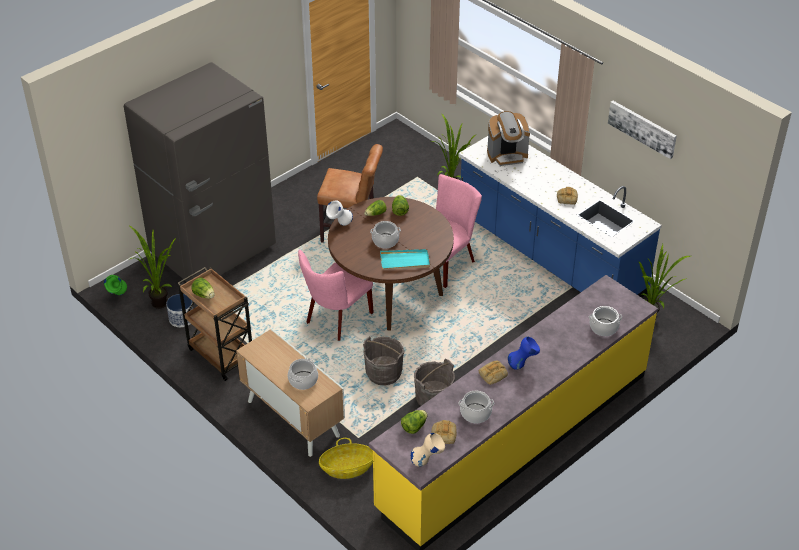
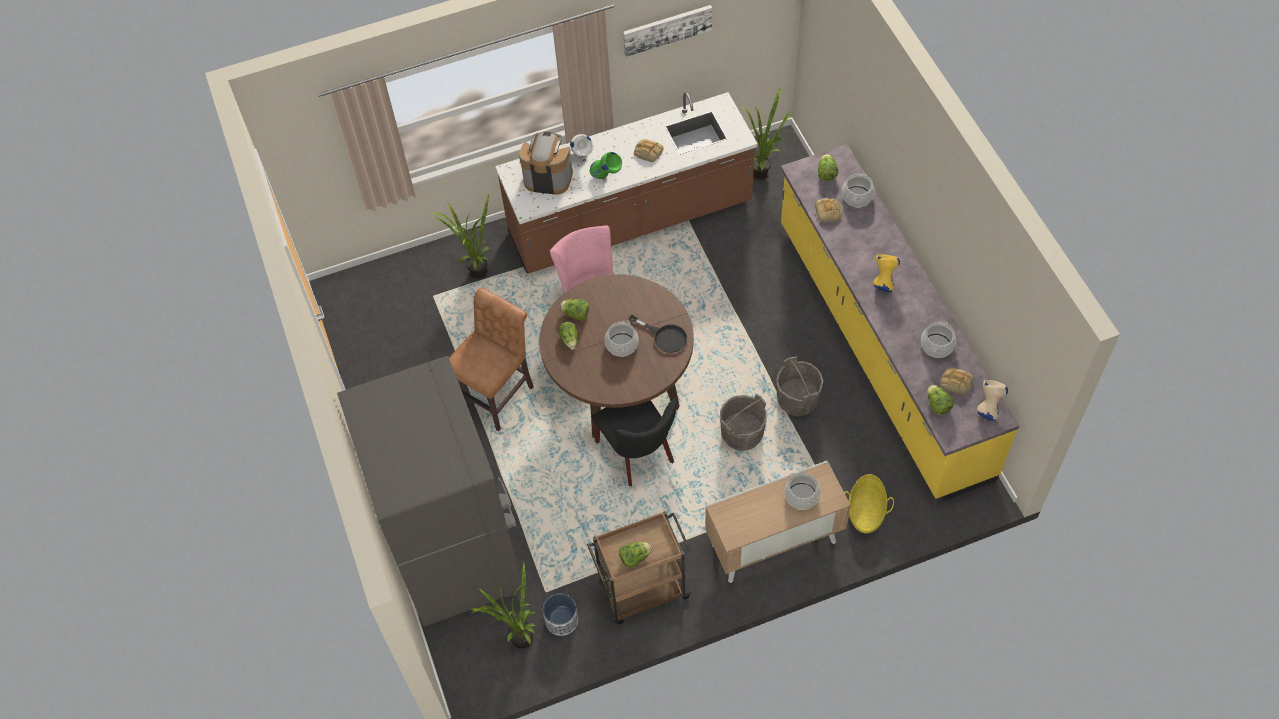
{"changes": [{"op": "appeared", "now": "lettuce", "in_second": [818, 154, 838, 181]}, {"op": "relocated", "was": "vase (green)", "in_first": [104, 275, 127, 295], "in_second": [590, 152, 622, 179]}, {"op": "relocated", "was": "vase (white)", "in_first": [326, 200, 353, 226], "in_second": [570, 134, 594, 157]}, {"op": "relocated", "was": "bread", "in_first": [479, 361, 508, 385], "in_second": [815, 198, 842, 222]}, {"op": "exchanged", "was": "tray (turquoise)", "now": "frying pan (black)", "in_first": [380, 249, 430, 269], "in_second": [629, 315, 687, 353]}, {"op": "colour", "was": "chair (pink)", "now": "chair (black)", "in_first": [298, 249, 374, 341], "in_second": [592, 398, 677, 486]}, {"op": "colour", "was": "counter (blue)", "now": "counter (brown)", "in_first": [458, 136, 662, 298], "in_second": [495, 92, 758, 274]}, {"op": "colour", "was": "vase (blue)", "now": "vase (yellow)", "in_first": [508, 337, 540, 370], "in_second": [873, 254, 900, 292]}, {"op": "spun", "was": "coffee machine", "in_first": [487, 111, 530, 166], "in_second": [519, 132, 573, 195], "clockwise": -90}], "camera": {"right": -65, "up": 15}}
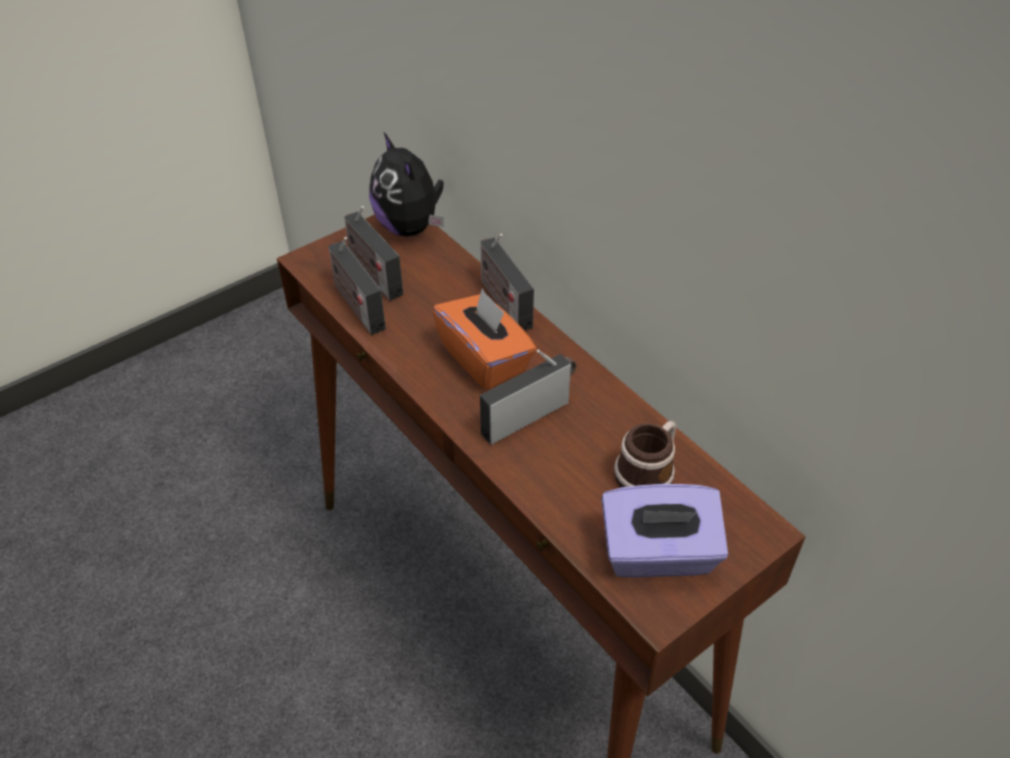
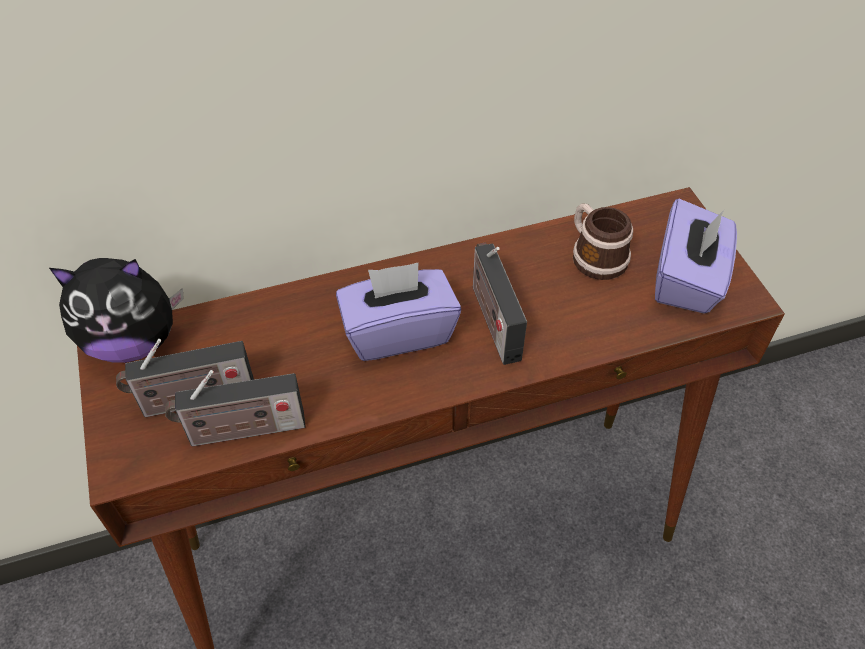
{"changes": [{"op": "missing", "was": "radio", "in_first": [480, 234, 534, 331]}, {"op": "colour", "was": "tissue box (orange)", "now": "tissue box (purple)", "in_first": [433, 288, 536, 391], "in_second": [336, 263, 461, 361]}], "camera": {"right": -70, "up": 5}}
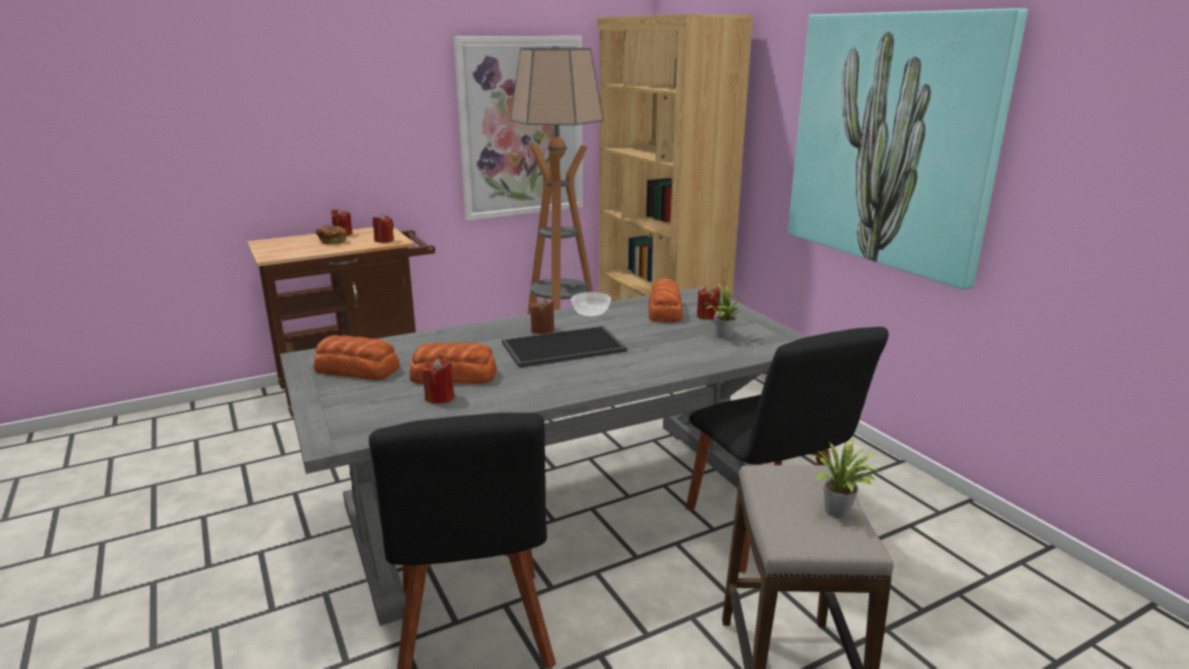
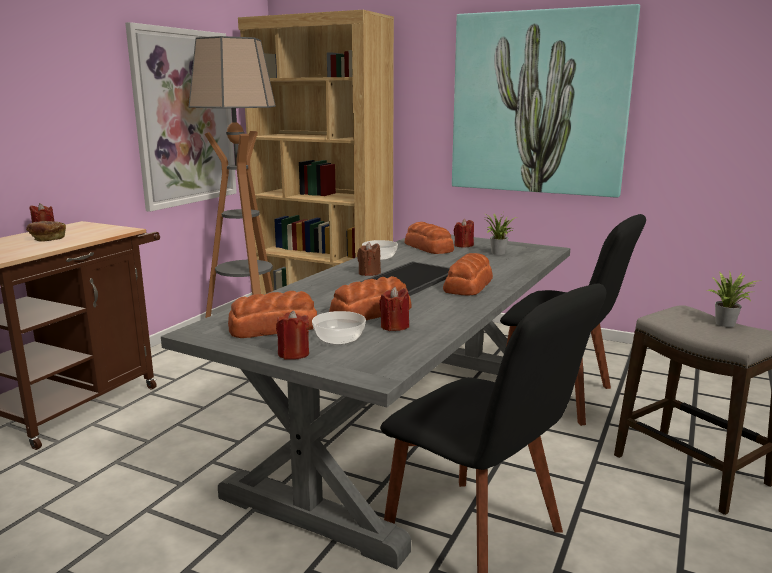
{"changes": [{"op": "appeared", "now": "bowl", "in_second": [312, 311, 366, 345]}, {"op": "appeared", "now": "bread", "in_second": [443, 253, 493, 296]}, {"op": "relocated", "was": "candle (red)", "in_first": [373, 214, 394, 243], "in_second": [276, 310, 309, 360]}], "camera": {"right": -35, "up": -5}}
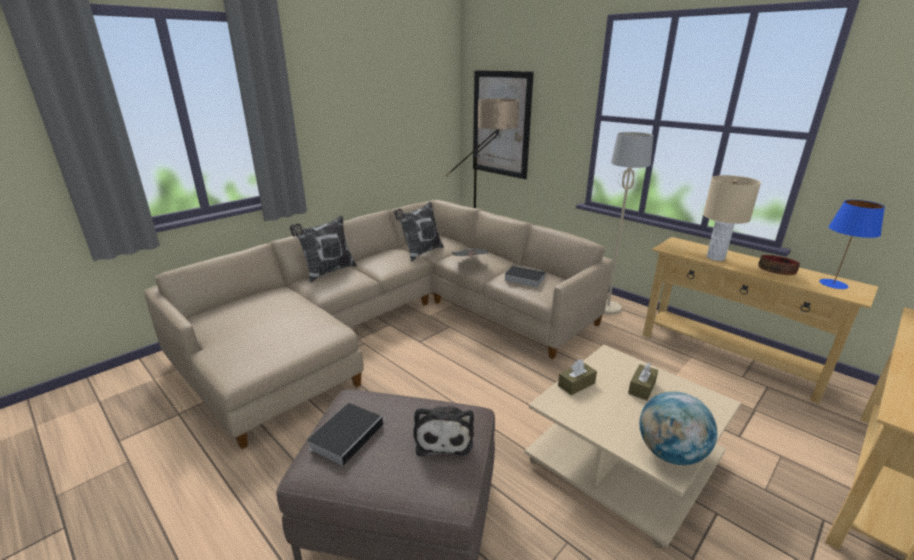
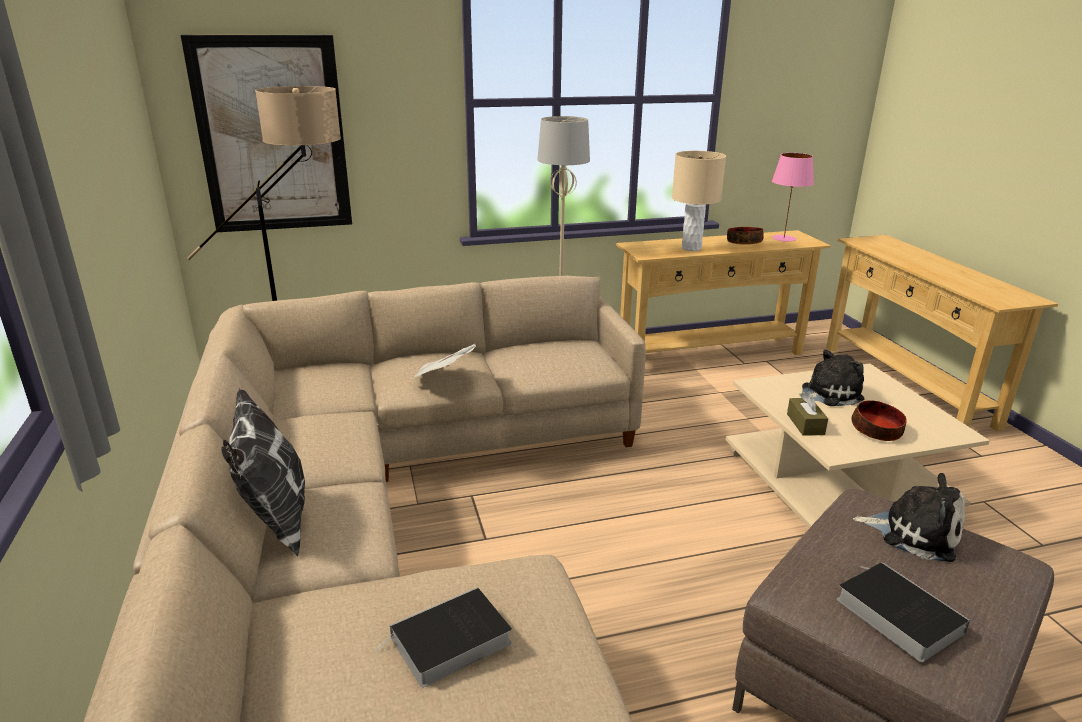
{"changes": [{"op": "missing", "was": "pillow", "in_first": [394, 201, 444, 262]}, {"op": "missing", "was": "globe", "in_first": [639, 391, 717, 465]}, {"op": "appeared", "now": "bowl", "in_second": [852, 401, 907, 441]}, {"op": "relocated", "was": "book", "in_first": [504, 266, 545, 287], "in_second": [375, 587, 512, 687]}, {"op": "exchanged", "was": "tissue box (brown)", "now": "plush toy", "in_first": [628, 363, 658, 400], "in_second": [802, 349, 864, 406]}, {"op": "colour", "was": "table lamp (blue)", "now": "table lamp (pink)", "in_first": [819, 200, 885, 289], "in_second": [772, 153, 814, 242]}], "camera": {"right": -60, "up": 0}}
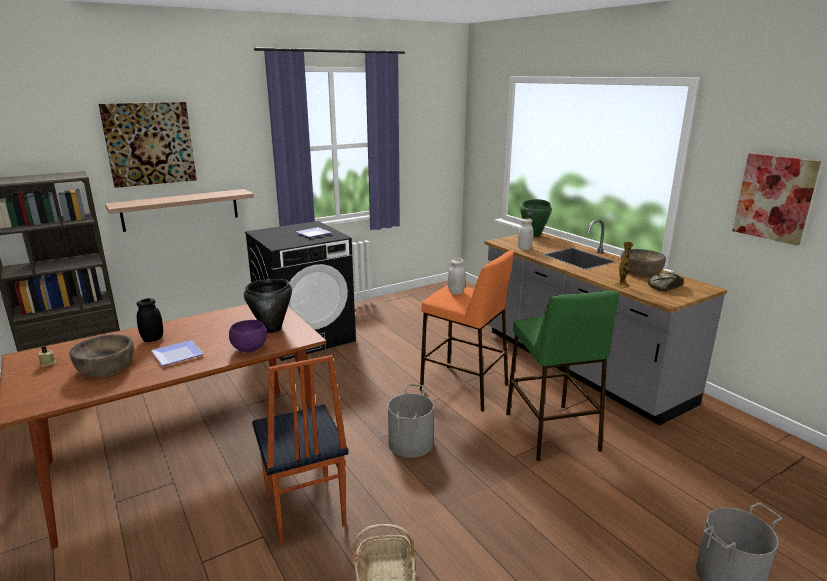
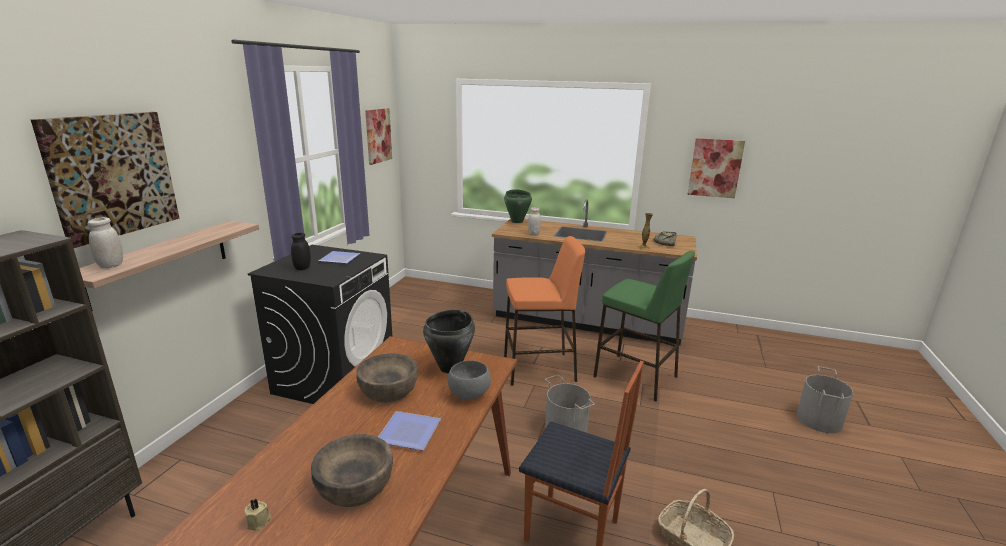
{"changes": [{"op": "appeared", "now": "picture", "in_second": [365, 108, 392, 165]}, {"op": "relocated", "was": "jar (black)", "in_first": [137, 298, 163, 342], "in_second": [291, 233, 311, 270]}, {"op": "relocated", "was": "jar (white)", "in_first": [448, 259, 466, 295], "in_second": [88, 217, 123, 269]}, {"op": "relocated", "was": "bowl (brown)", "in_first": [621, 249, 666, 277], "in_second": [356, 353, 418, 403]}, {"op": "colour", "was": "bowl (purple)", "now": "bowl (grey)", "in_first": [229, 320, 268, 352], "in_second": [448, 360, 491, 400]}], "camera": {"right": -40, "up": 0}}
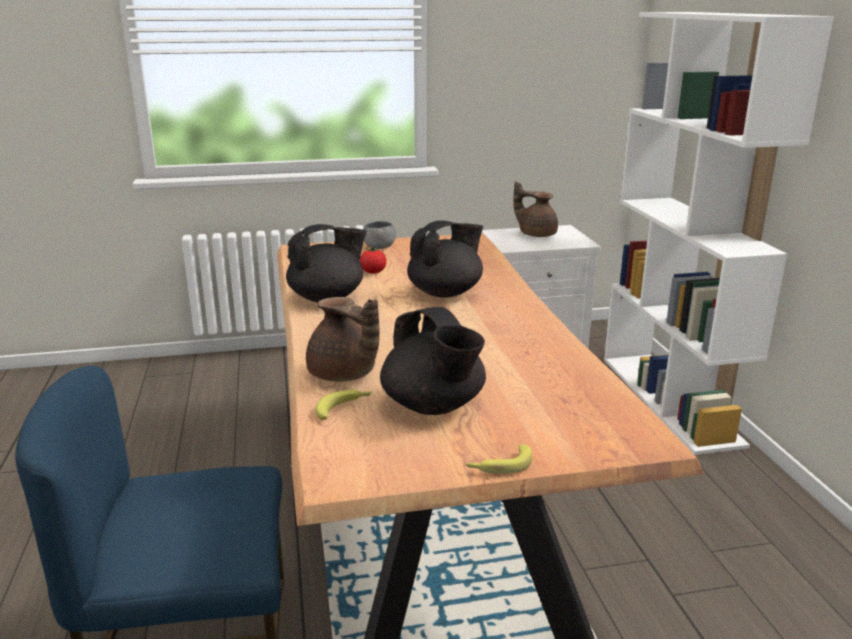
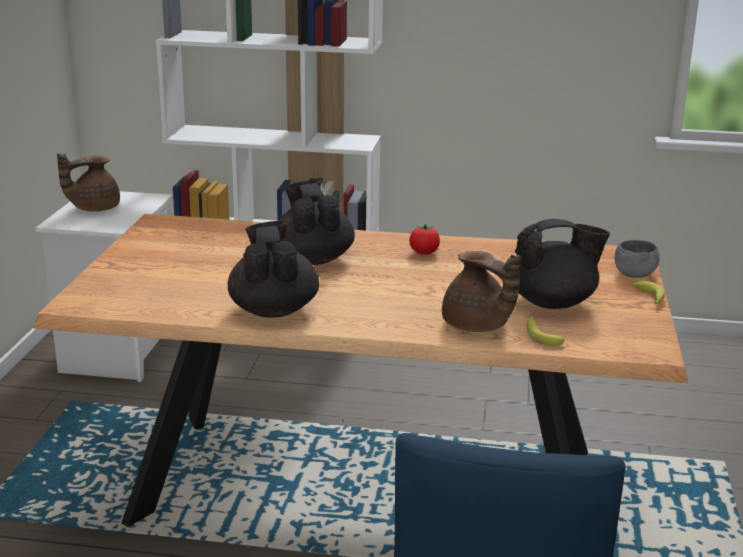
{"changes": [{"op": "relocated", "was": "tomato", "in_first": [360, 246, 387, 274], "in_second": [409, 224, 440, 255]}, {"op": "relocated", "was": "bowl (grey)", "in_first": [363, 221, 396, 249], "in_second": [615, 240, 660, 278]}, {"op": "spun", "was": "teapot (brown)", "in_first": [306, 297, 380, 382], "in_second": [442, 251, 521, 332], "clockwise": 75}], "camera": {"right": -70, "up": 0}}
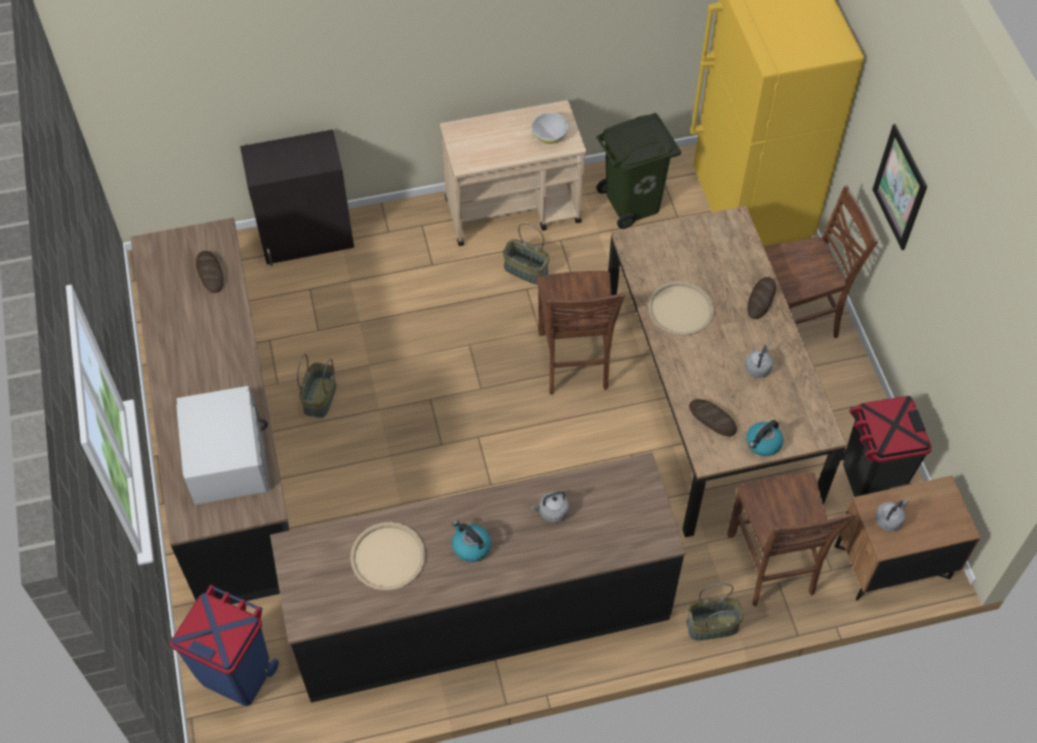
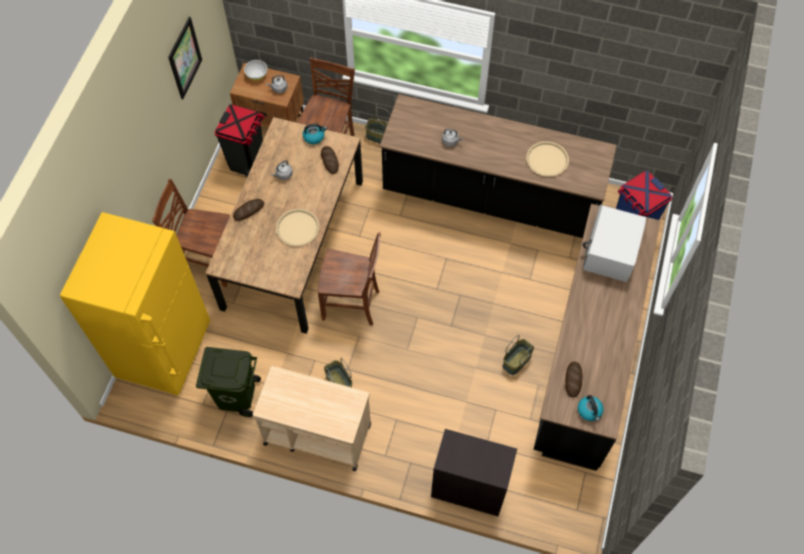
{"changes": [{"op": "relocated", "was": "kettle", "in_first": [452, 520, 491, 562], "in_second": [578, 395, 604, 421]}, {"op": "relocated", "was": "bowl (white)", "in_first": [532, 113, 568, 144], "in_second": [244, 60, 267, 81]}, {"op": "relocated", "was": "picture", "in_first": [872, 124, 927, 250], "in_second": [168, 17, 202, 99]}, {"op": "spun", "was": "chair (brown)", "in_first": [537, 271, 625, 395], "in_second": [318, 232, 381, 326], "clockwise": 75}], "camera": {"right": -150, "up": 5}}
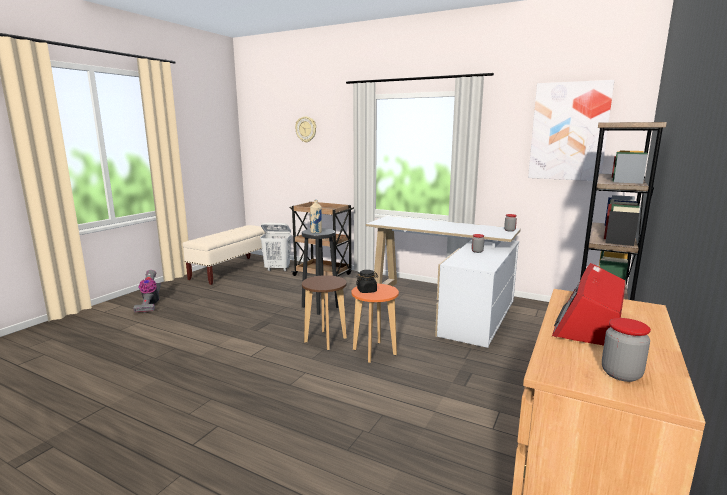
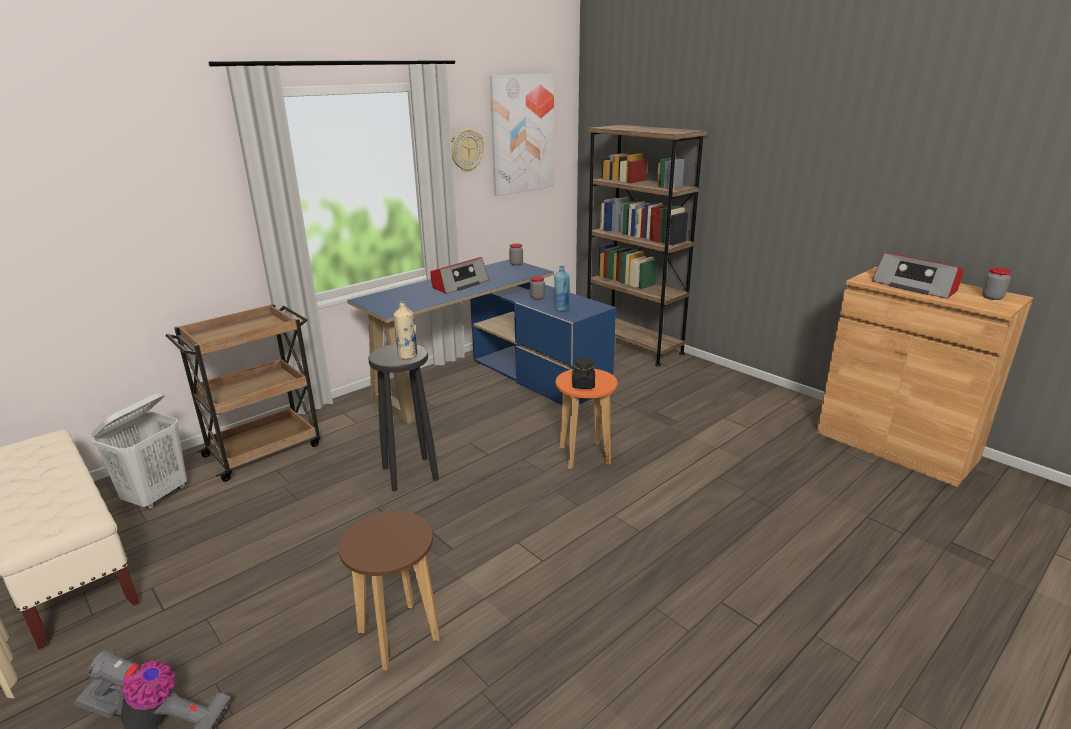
{"changes": [{"op": "appeared", "now": "radio", "in_second": [430, 257, 489, 294]}, {"op": "appeared", "now": "bottle (blue)", "in_second": [554, 266, 570, 311]}, {"op": "relocated", "was": "wall clock", "in_first": [295, 117, 316, 143], "in_second": [451, 129, 484, 172]}, {"op": "relocated", "was": "stool (brown)", "in_first": [302, 275, 347, 350], "in_second": [338, 511, 440, 670]}, {"op": "colour", "was": "desk (white)", "now": "desk (blue)", "in_first": [366, 216, 521, 348], "in_second": [347, 260, 616, 424]}], "camera": {"right": -70, "up": 10}}
